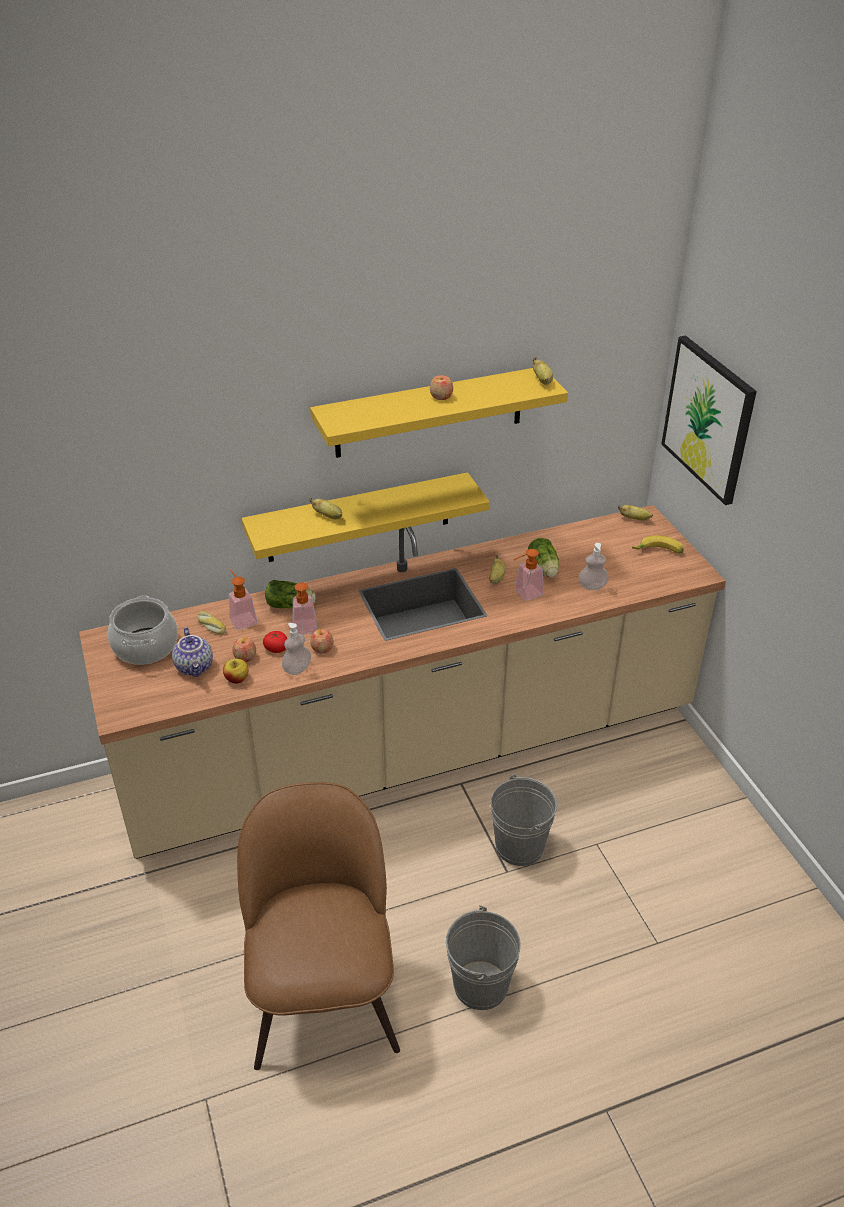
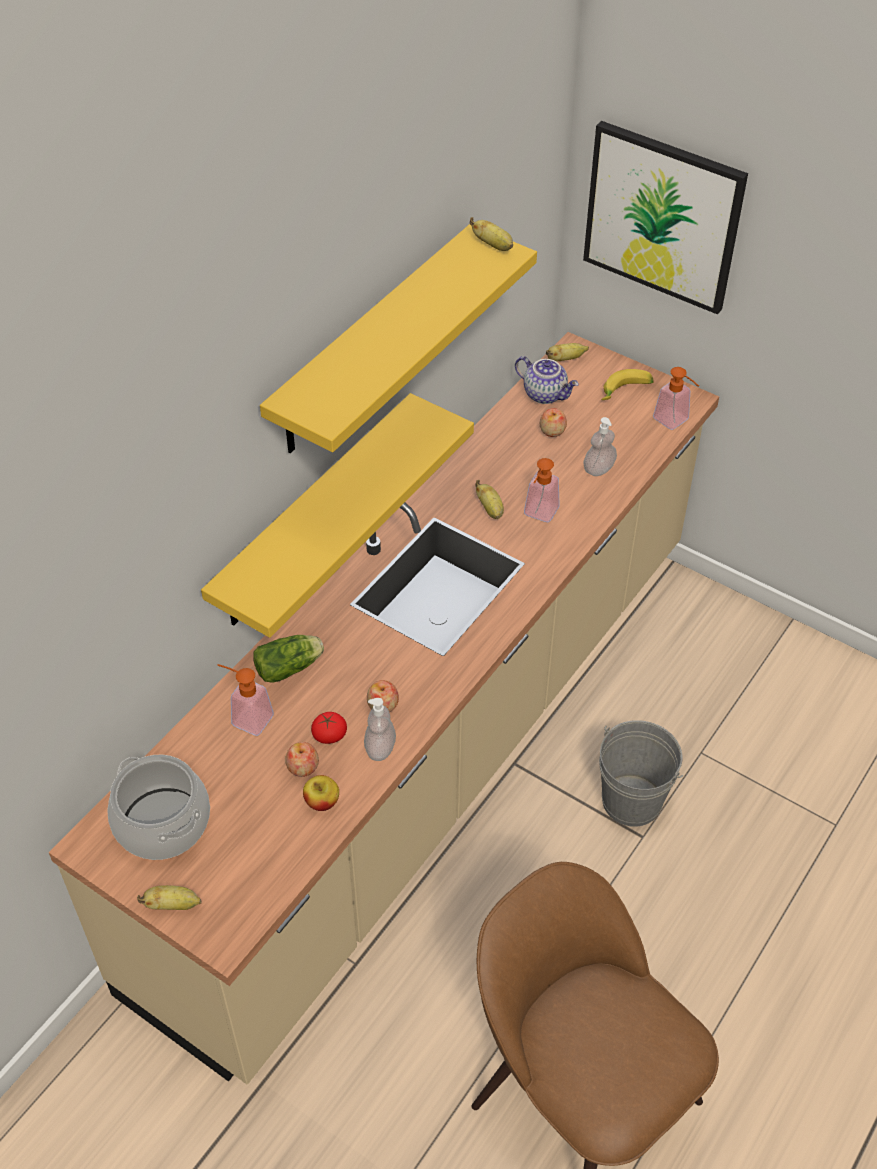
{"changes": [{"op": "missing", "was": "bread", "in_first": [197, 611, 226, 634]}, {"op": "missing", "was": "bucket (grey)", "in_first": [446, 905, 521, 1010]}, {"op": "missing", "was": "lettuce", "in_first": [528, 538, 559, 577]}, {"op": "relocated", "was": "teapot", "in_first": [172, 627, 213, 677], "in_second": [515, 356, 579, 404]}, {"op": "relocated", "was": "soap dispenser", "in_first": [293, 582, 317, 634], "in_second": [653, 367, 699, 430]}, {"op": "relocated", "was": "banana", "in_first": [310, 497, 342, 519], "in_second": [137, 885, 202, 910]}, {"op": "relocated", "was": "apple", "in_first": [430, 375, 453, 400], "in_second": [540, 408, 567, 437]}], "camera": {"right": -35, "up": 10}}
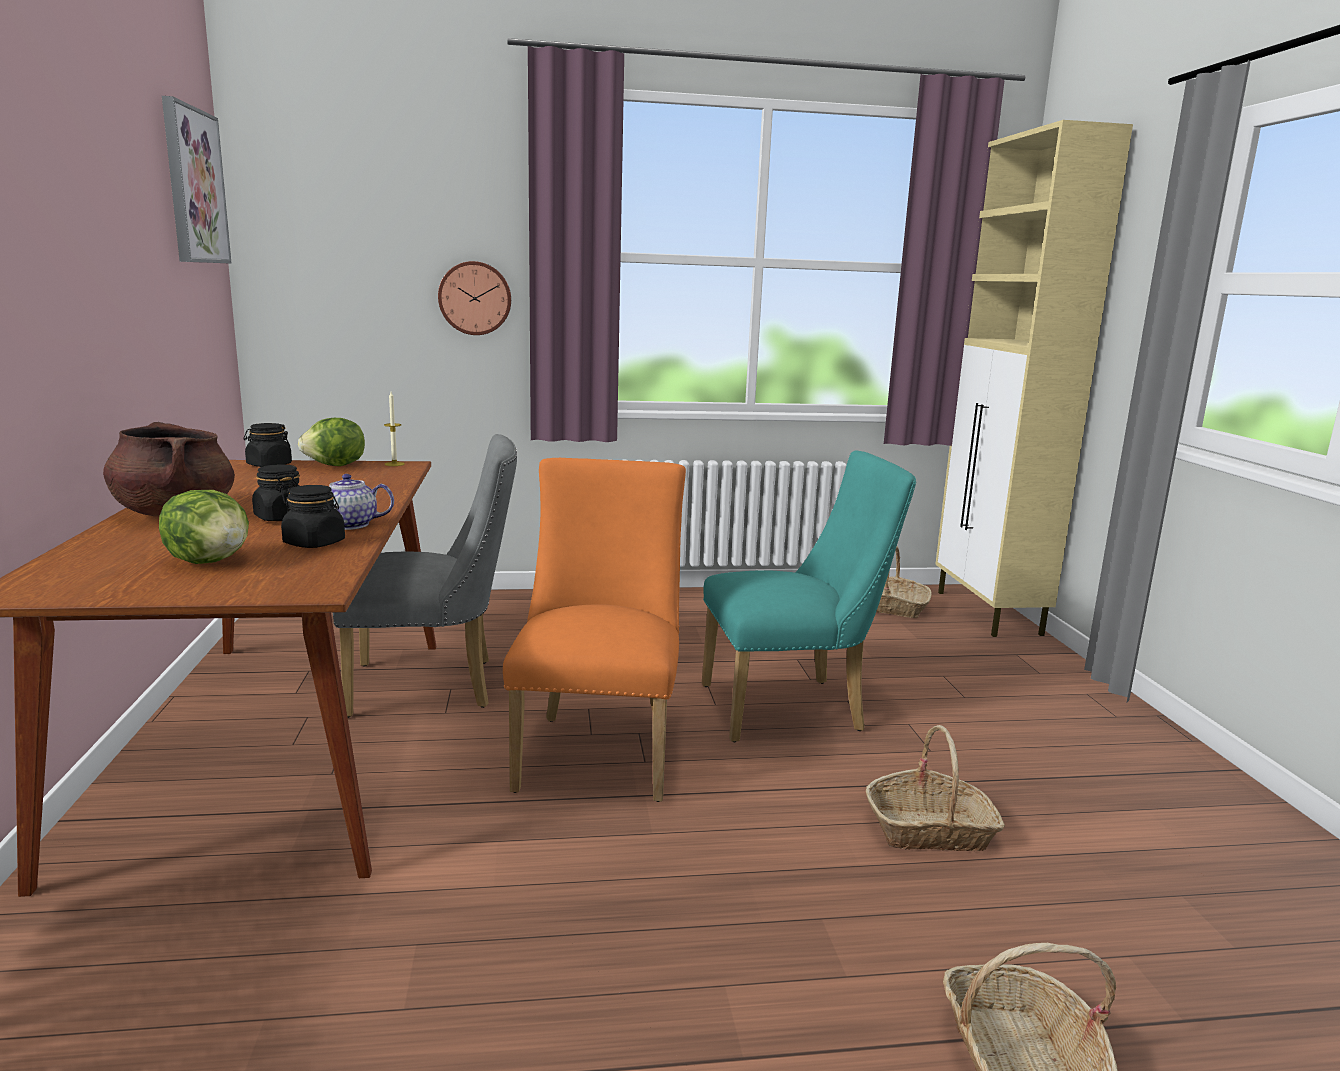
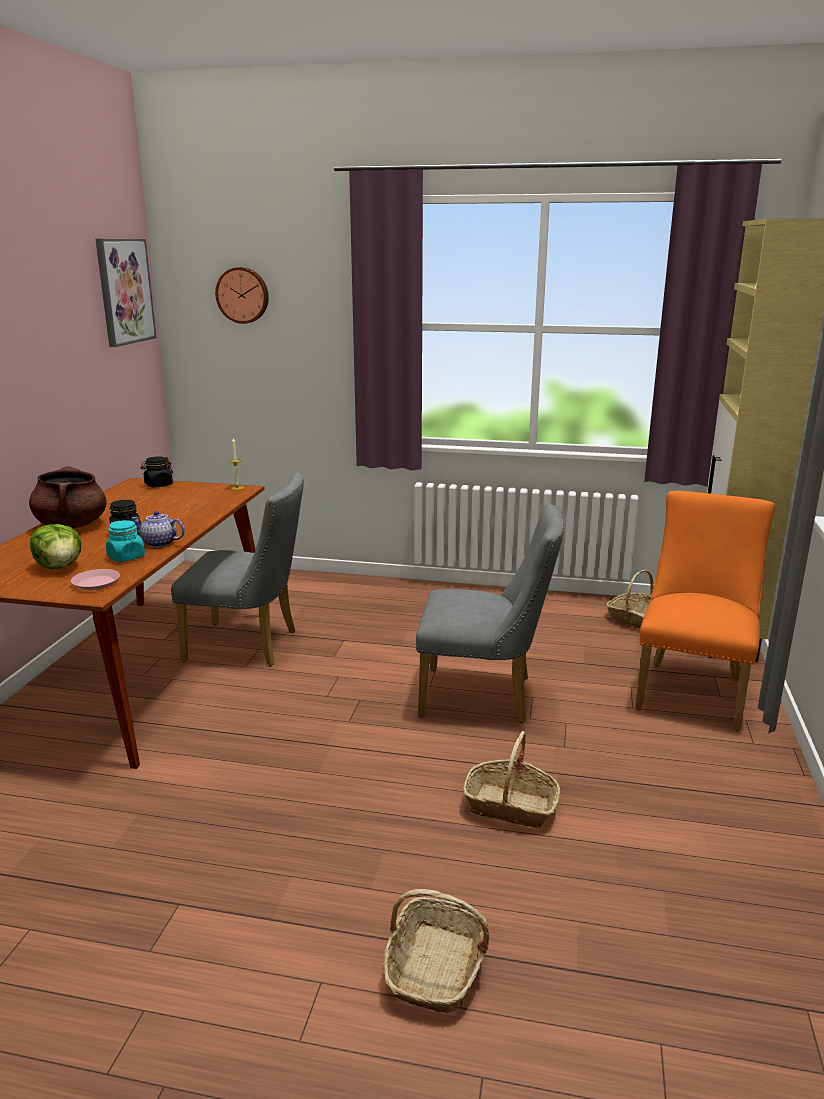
{"changes": [{"op": "missing", "was": "lettuce", "in_first": [298, 418, 365, 466]}, {"op": "appeared", "now": "plate (pink)", "in_second": [71, 569, 120, 590]}, {"op": "relocated", "was": "wall clock", "in_first": [438, 261, 511, 335], "in_second": [215, 267, 269, 324]}, {"op": "relocated", "was": "chair (orange)", "in_first": [503, 458, 686, 802], "in_second": [635, 491, 775, 731]}, {"op": "colour", "was": "jar (black)", "now": "jar (turquoise)", "in_first": [281, 485, 345, 548], "in_second": [106, 520, 145, 562]}, {"op": "colour", "was": "chair (turquoise)", "now": "chair (grey)", "in_first": [702, 451, 916, 742], "in_second": [416, 503, 564, 723]}], "camera": {"right": 20, "up": 5}}
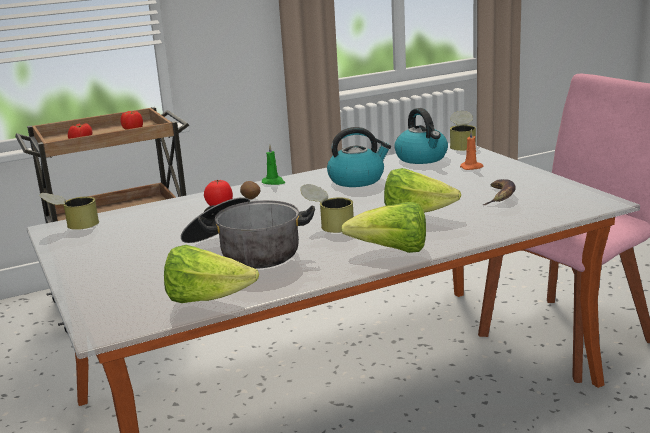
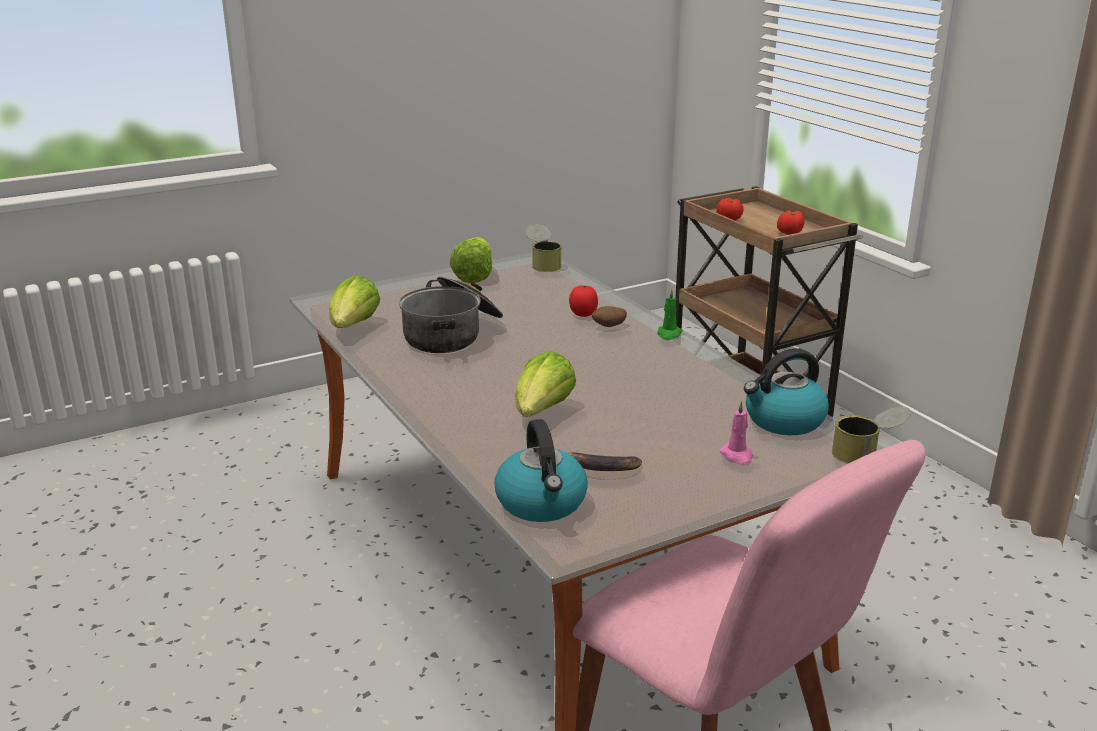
{"changes": [{"op": "missing", "was": "can", "in_first": [300, 184, 354, 233]}, {"op": "relocated", "was": "kettle", "in_first": [327, 127, 391, 187], "in_second": [494, 419, 588, 522]}, {"op": "relocated", "was": "lettuce", "in_first": [341, 202, 426, 253], "in_second": [450, 237, 492, 283]}, {"op": "colour", "was": "candle (orange)", "now": "candle (pink)", "in_first": [460, 129, 483, 170], "in_second": [720, 401, 753, 465]}], "camera": {"right": 85, "up": 5}}
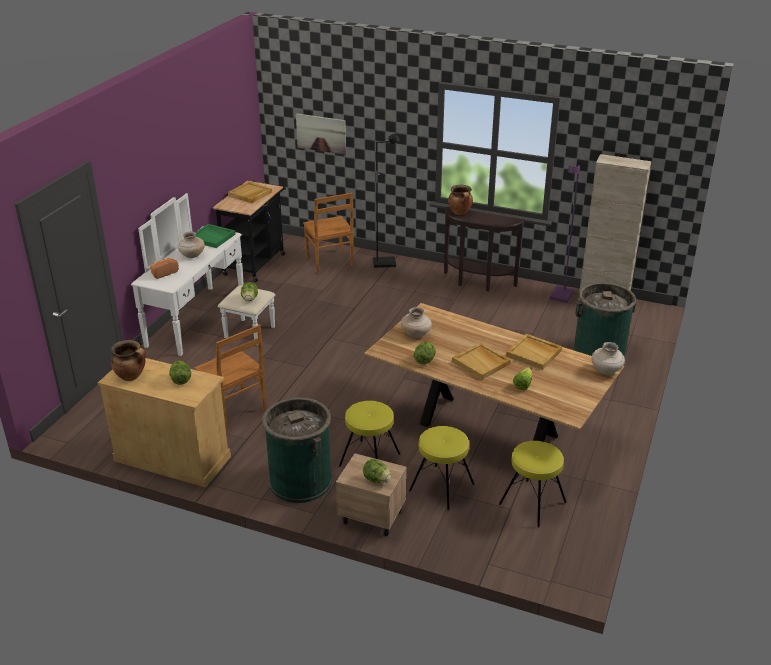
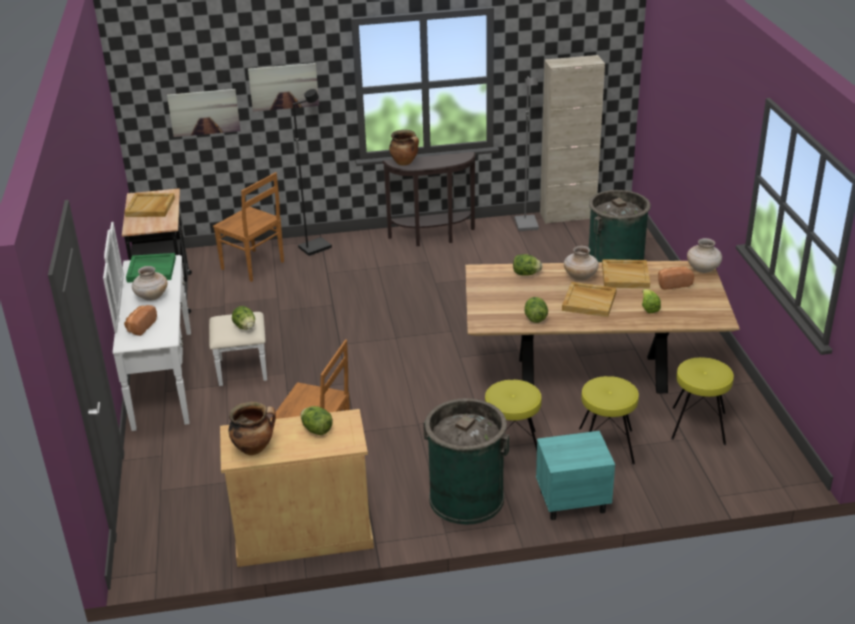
{"changes": [{"op": "appeared", "now": "picture", "in_second": [248, 63, 319, 112]}, {"op": "appeared", "now": "bread", "in_second": [658, 266, 694, 290]}, {"op": "relocated", "was": "lettuce", "in_first": [363, 459, 391, 483], "in_second": [513, 254, 542, 276]}, {"op": "relocated", "was": "vase (beige)", "in_first": [401, 307, 432, 338], "in_second": [564, 246, 599, 281]}, {"op": "colour", "was": "nightstand (beige)", "now": "nightstand (turquoise)", "in_first": [336, 453, 406, 536], "in_second": [536, 431, 615, 520]}, {"op": "colour", "was": "floor lamp (purple)", "now": "floor lamp (grey)", "in_first": [550, 165, 580, 303], "in_second": [514, 76, 539, 231]}], "camera": {"right": -30, "up": 0}}
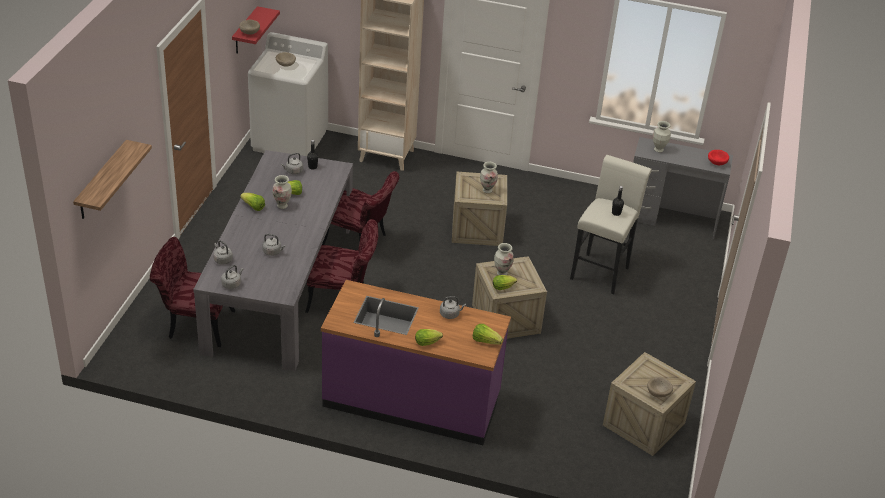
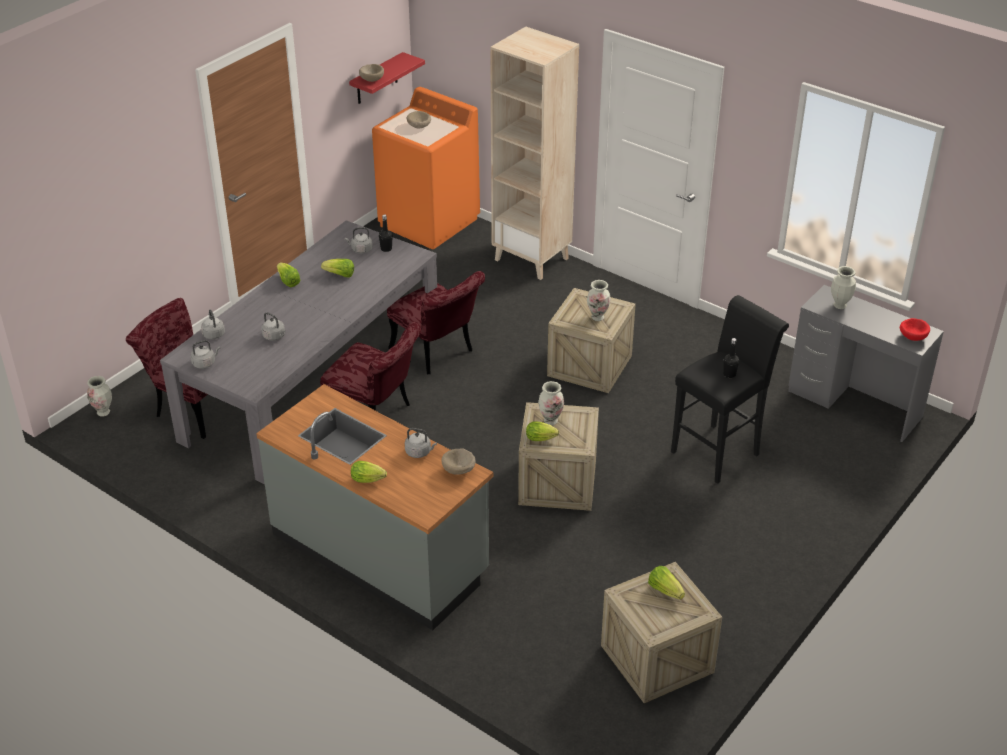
{"changes": [{"op": "missing", "was": "shelf", "in_first": [73, 140, 152, 219]}, {"op": "relocated", "was": "vase", "in_first": [272, 175, 292, 209], "in_second": [87, 376, 112, 417]}, {"op": "relocated", "was": "lettuce", "in_first": [473, 324, 503, 345], "in_second": [648, 566, 685, 600]}, {"op": "relocated", "was": "bowl (beige)", "in_first": [647, 377, 673, 398], "in_second": [441, 448, 476, 475]}, {"op": "colour", "was": "washing machine (white)", "now": "washing machine (orange)", "in_first": [248, 32, 328, 156], "in_second": [372, 87, 480, 249]}, {"op": "colour", "was": "counter (purple)", "now": "counter (grey)", "in_first": [321, 280, 511, 445], "in_second": [256, 384, 493, 630]}, {"op": "colour", "was": "stool (white)", "now": "stool (black)", "in_first": [570, 155, 652, 294], "in_second": [671, 295, 789, 484]}], "camera": {"right": 25, "up": 0}}
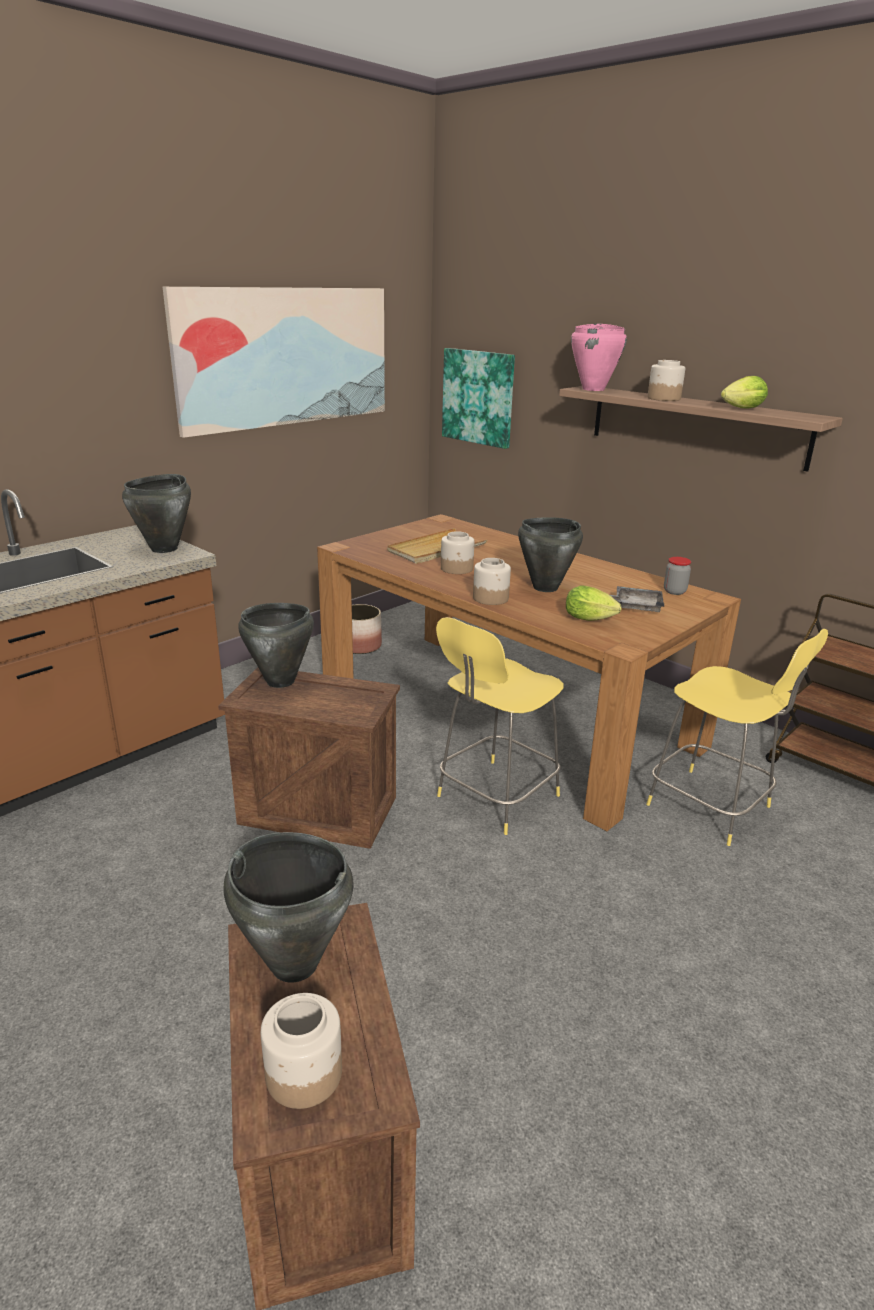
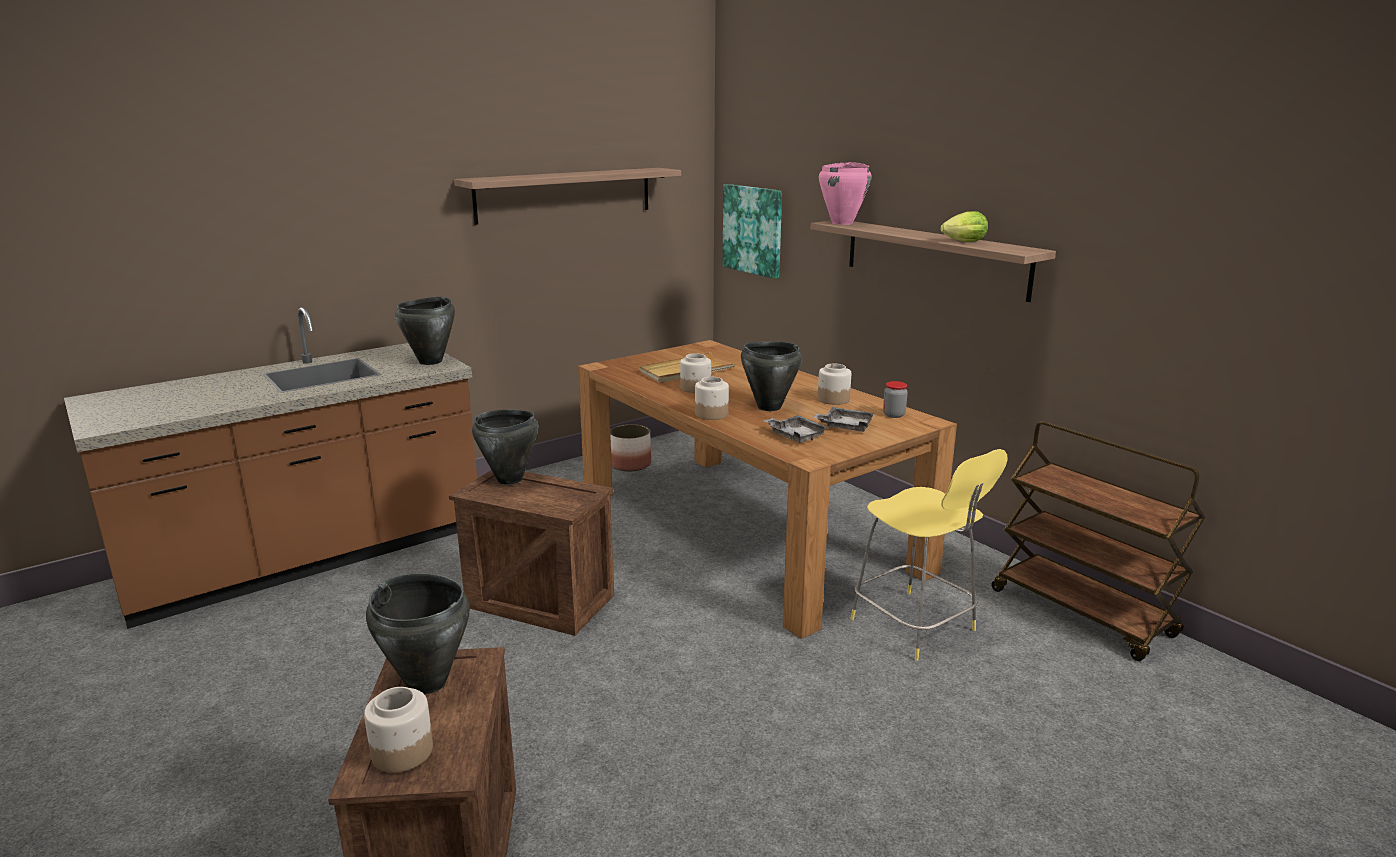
{"changes": [{"op": "missing", "was": "stool (yellow)", "in_first": [436, 617, 564, 835]}, {"op": "relocated", "was": "jar", "in_first": [648, 360, 685, 401], "in_second": [818, 364, 851, 405]}, {"op": "exchanged", "was": "picture", "now": "shelf", "in_first": [163, 287, 385, 438], "in_second": [454, 168, 681, 225]}, {"op": "exchanged", "was": "lettuce", "now": "tray (grey)", "in_first": [566, 586, 621, 621], "in_second": [763, 415, 828, 443]}], "camera": {"right": 10, "up": -5}}
